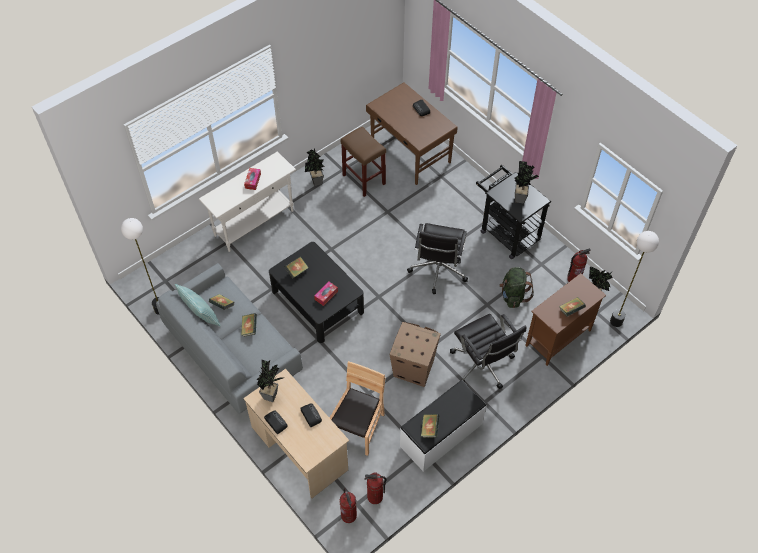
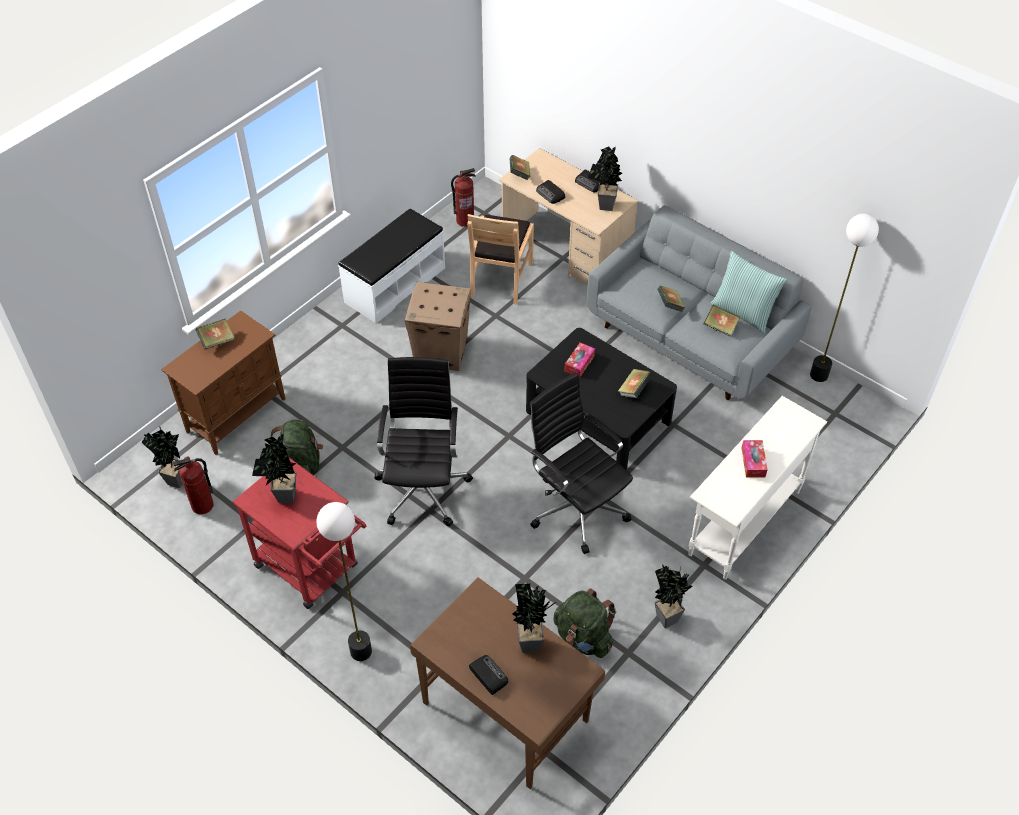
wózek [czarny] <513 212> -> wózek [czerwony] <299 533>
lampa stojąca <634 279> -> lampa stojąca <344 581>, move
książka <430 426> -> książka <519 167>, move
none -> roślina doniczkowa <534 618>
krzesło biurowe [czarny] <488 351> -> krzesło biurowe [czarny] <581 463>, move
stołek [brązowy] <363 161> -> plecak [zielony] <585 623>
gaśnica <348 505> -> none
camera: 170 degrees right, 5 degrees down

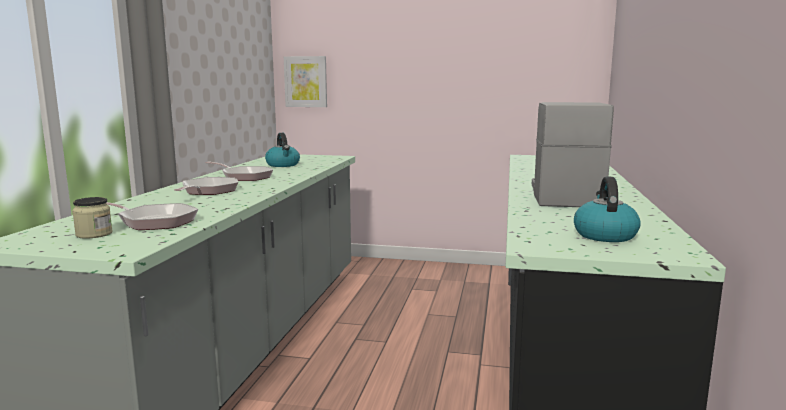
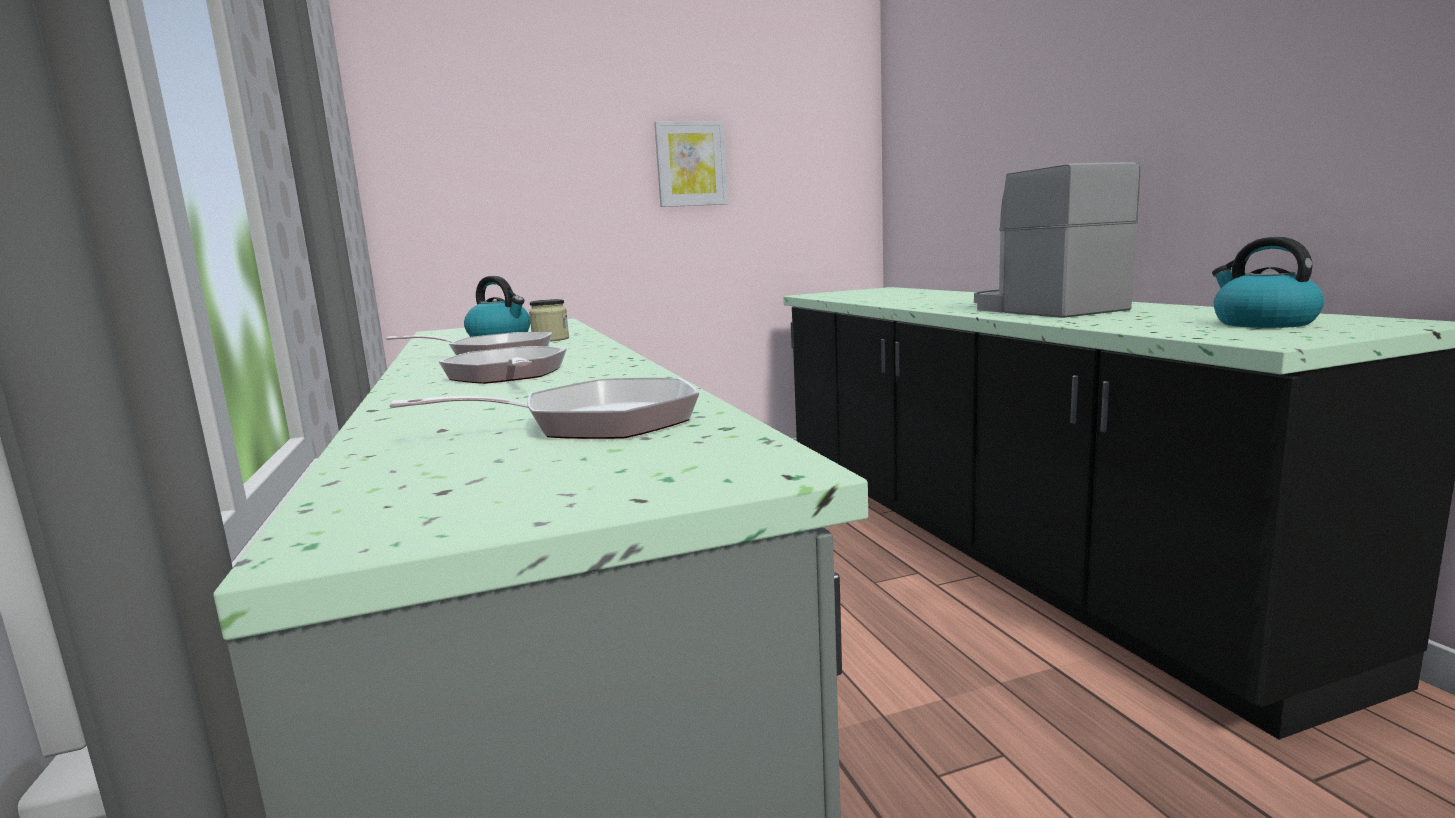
słoik <92 218> -> słoik <549 320>, move
obraz <305 81> -> obraz <691 164>, move
camera: 30 degrees left, 0 degrees up

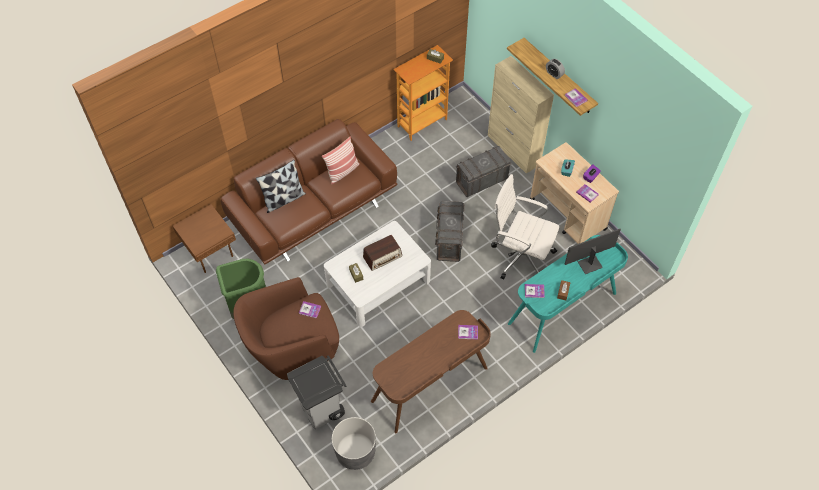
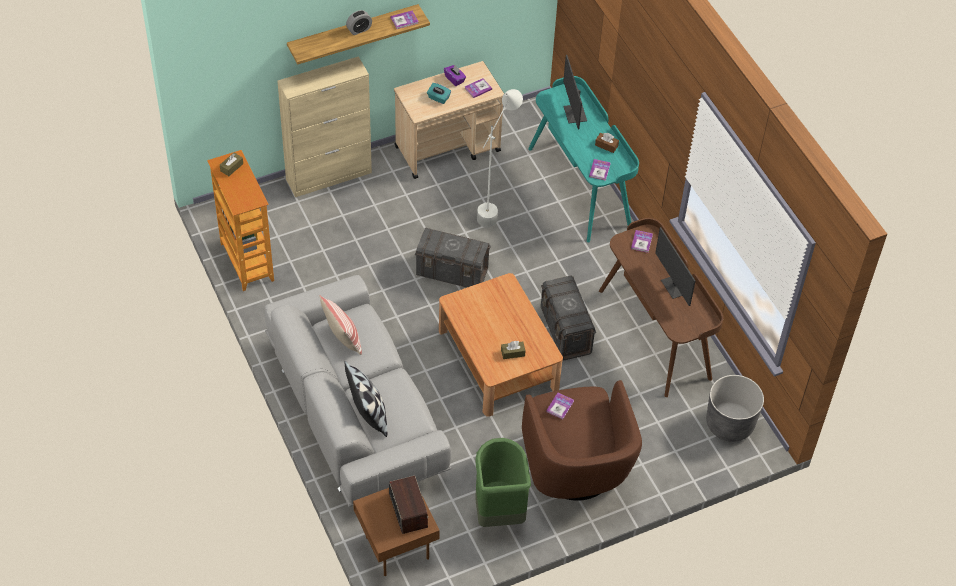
kanapa [brązowy] <309 191> -> kanapa [szary] <357 391>
radio <382 253> -> radio <408 504>, move
ława [biały] <377 274> -> ława [brązowy] <501 345>
krzesło biurowe [biały] <525 226> -> lampa stojąca [biały] <500 158>
pojemnik do przechowywania [szary] <483 171> -> pojemnik do przechowywania [szary] <568 318>, move
none -> monitor <675 266>
kosz na śmieci [szary] <317 392> -> none
camera: 80 degrees left, 5 degrees down

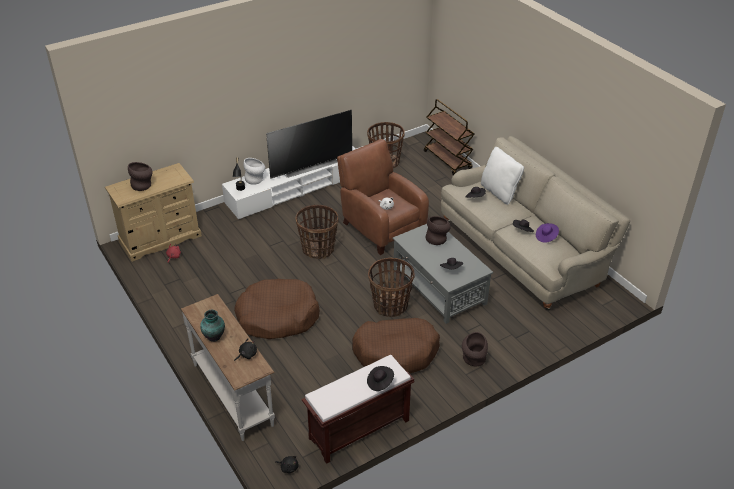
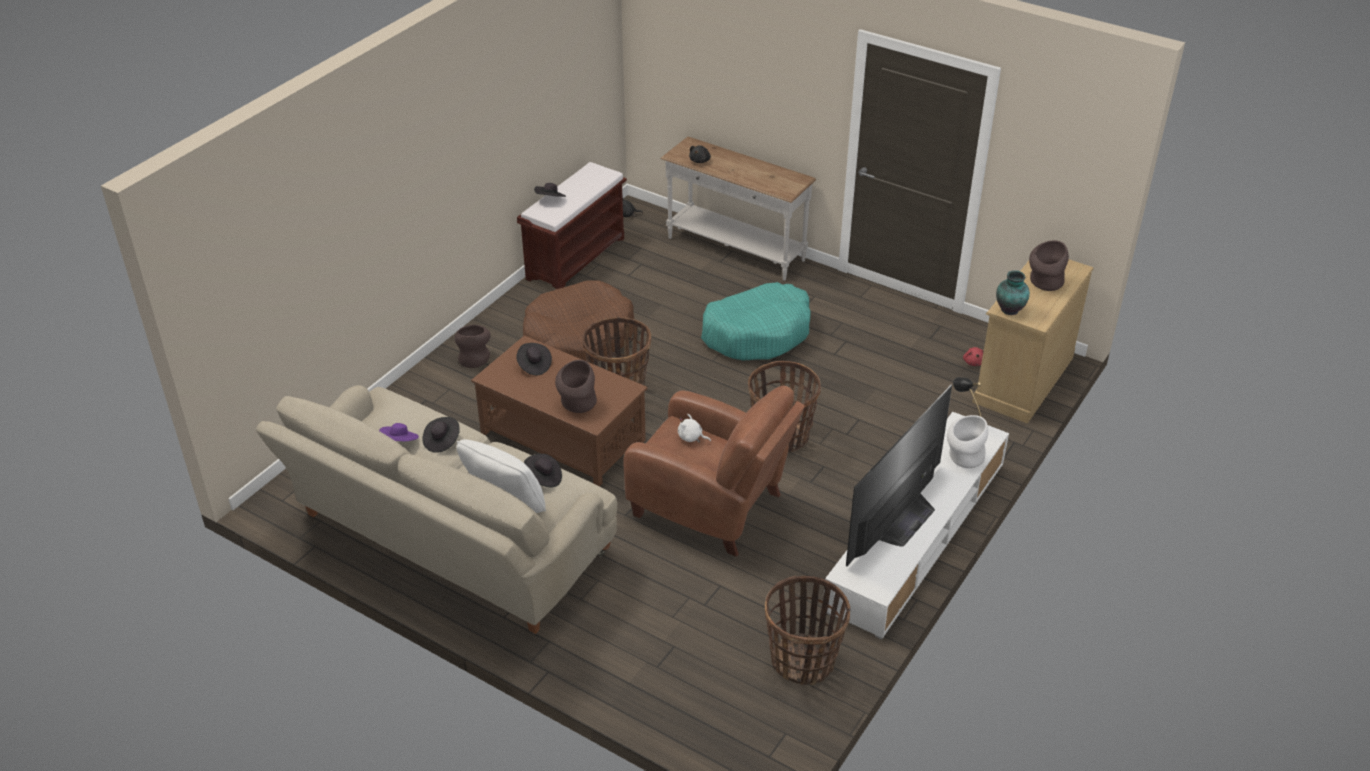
ława [szary] <442 274> -> ława [brązowy] <559 410>
legowisko [brązowy] <277 309> -> legowisko [turkusowy] <755 321>
wazon <212 326> -> wazon <1013 292>, move
wózek [brązowy] <449 137> -> none
camera: 155 degrees right, 0 degrees up

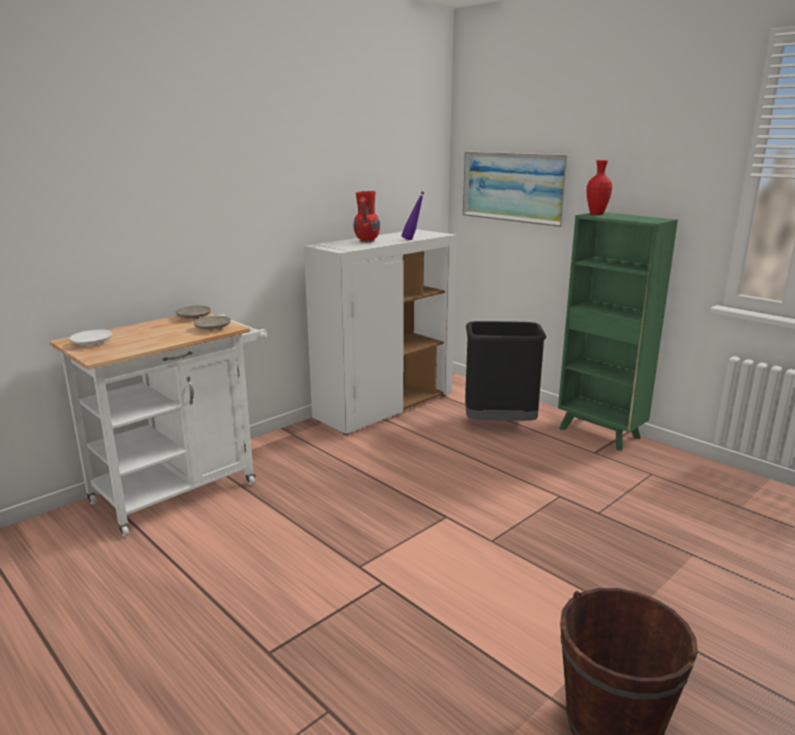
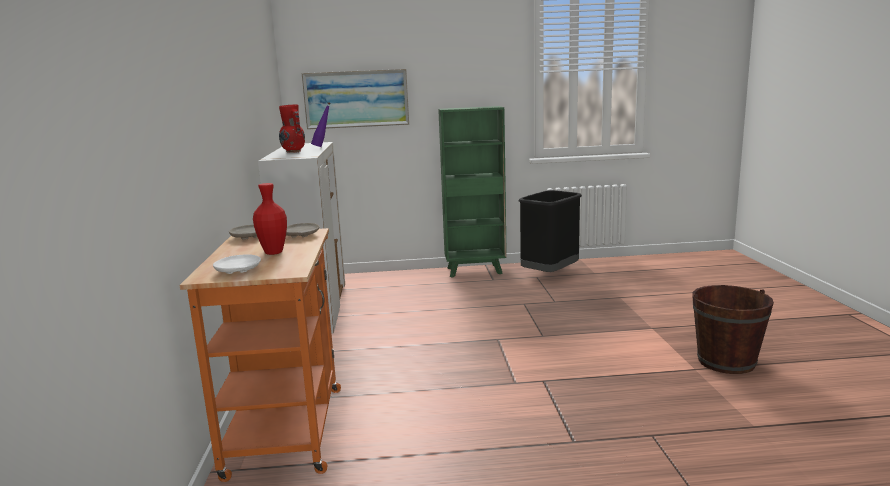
wózek [biały] <158 425> -> wózek [pomarańczowy] <260 355>
wazon [czerwony] <599 187> -> wazon [czerwony] <270 219>, move
kosz na śmieci [czarny] <505 371> -> kosz na śmieci [czarny] <550 231>, move
camera: 50 degrees left, 5 degrees down

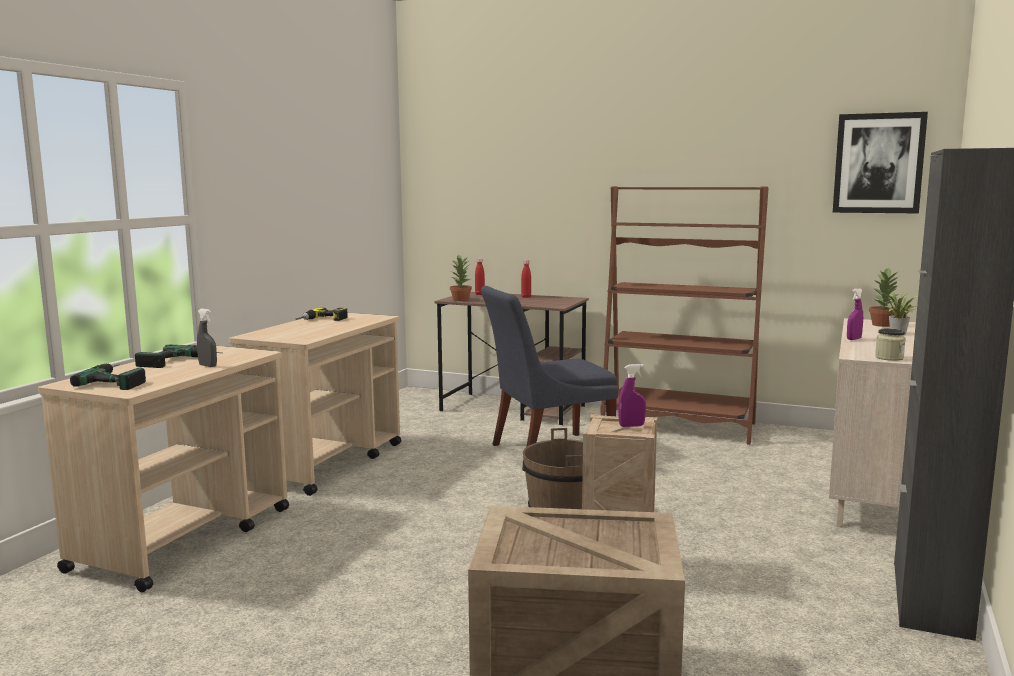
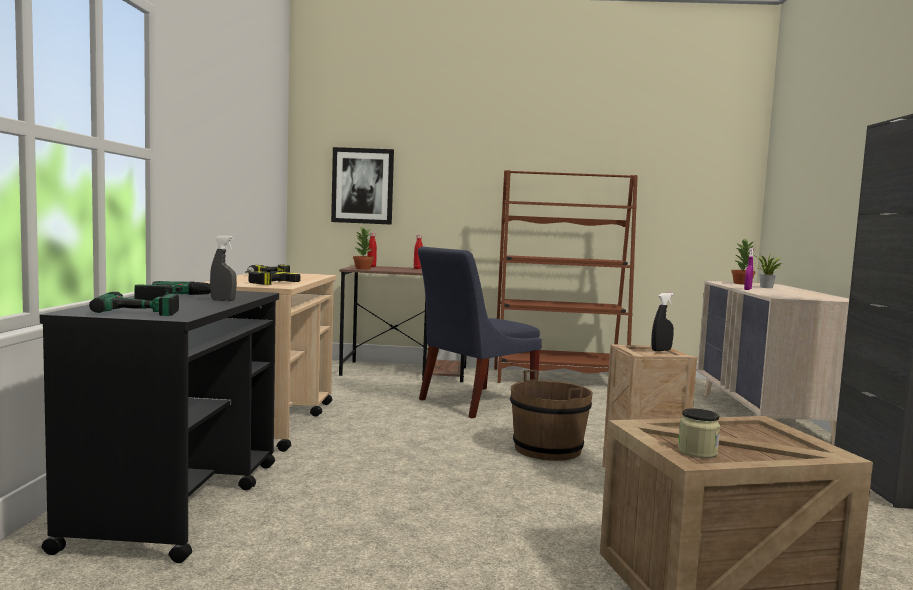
wózek [beżowy] <163 469> -> wózek [czarny] <159 427>
none -> wiertarka <274 278>
obraz <880 163> -> obraz <362 186>, move
spryskiwacz [fioletowy] <632 395> -> spryskiwacz [czarny] <663 322>
słoik <890 345> -> słoik <699 433>, move
camera: 20 degrees left, 5 degrees down

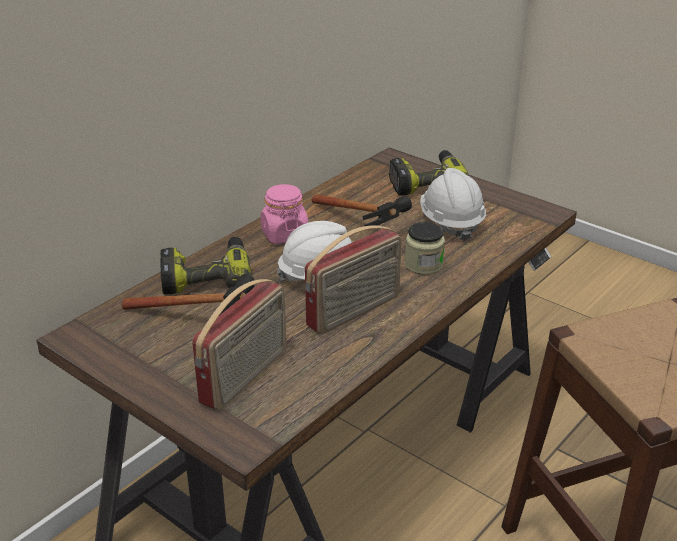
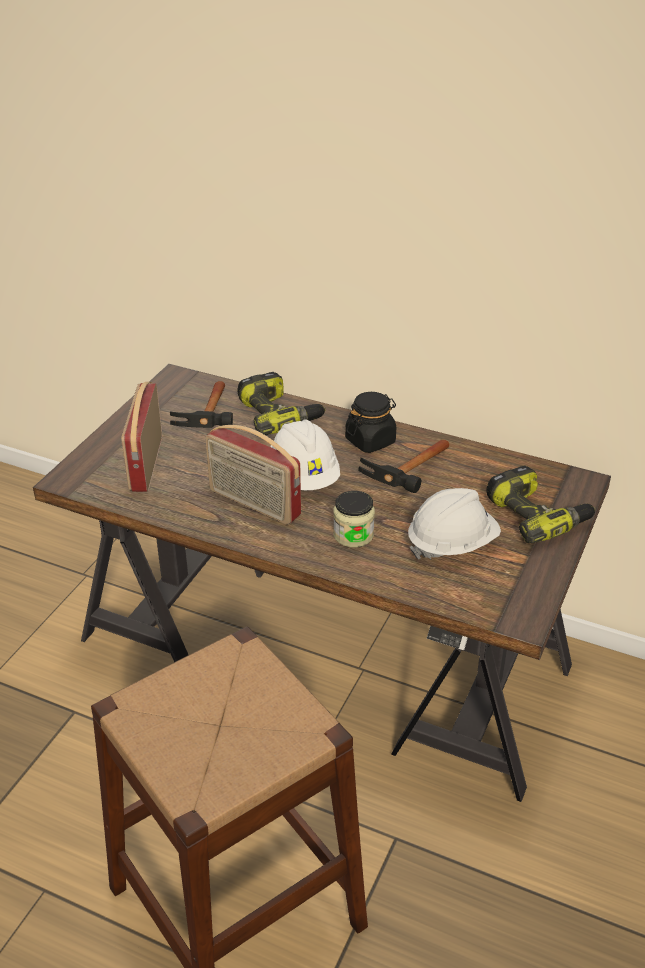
radio <239 344> -> radio <141 437>, 75 degrees clockwise
słoik [różowy] <284 214> -> słoik [czarny] <370 422>
camera: 75 degrees right, 5 degrees up

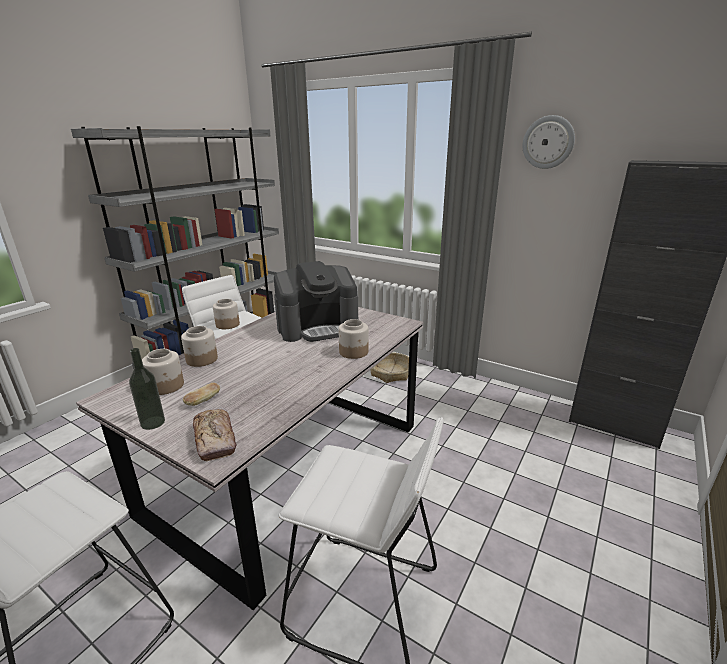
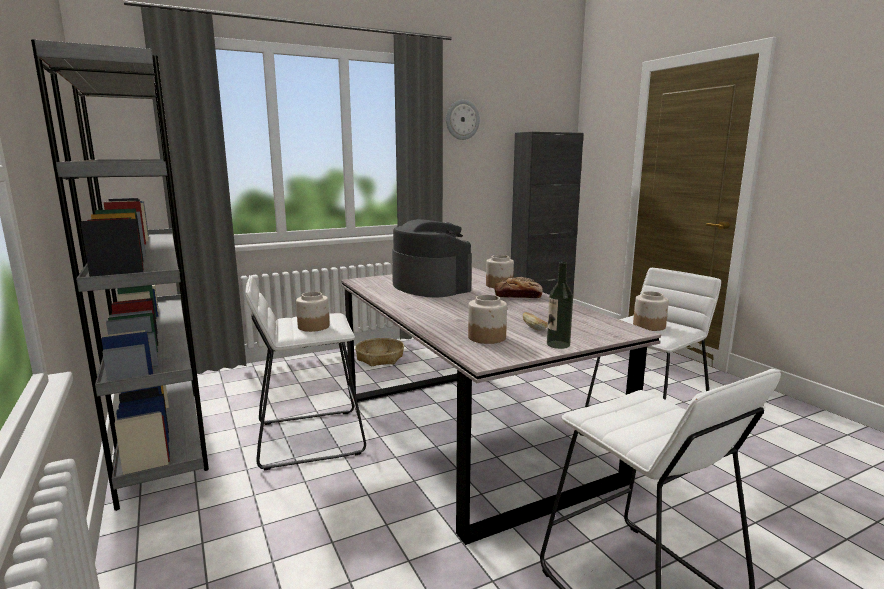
ekspres do kawy <316 301> -> ekspres do kawy <432 258>, 45 degrees counterclockwise
chleb <214 435> -> chleb <518 287>, move
słoik <199 346> -> słoik <651 311>, move
camera: 60 degrees left, 10 degrees down

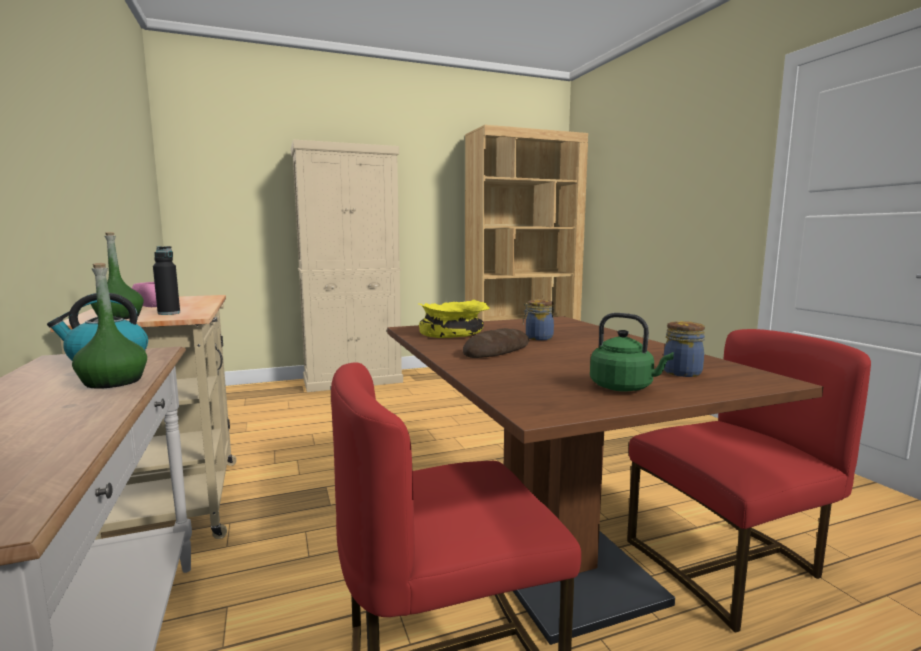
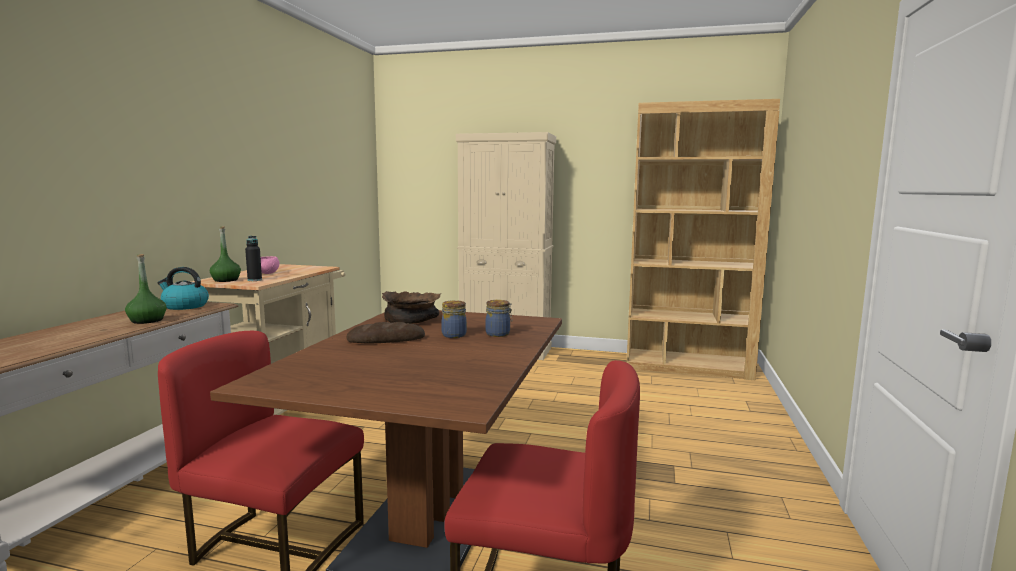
miska [żółty] <454 318> -> miska [brązowy] <411 307>
słoik <684 349> -> słoik <498 318>, move
czajnik [zielony] <632 352> -> none
camera: 35 degrees right, 0 degrees up

